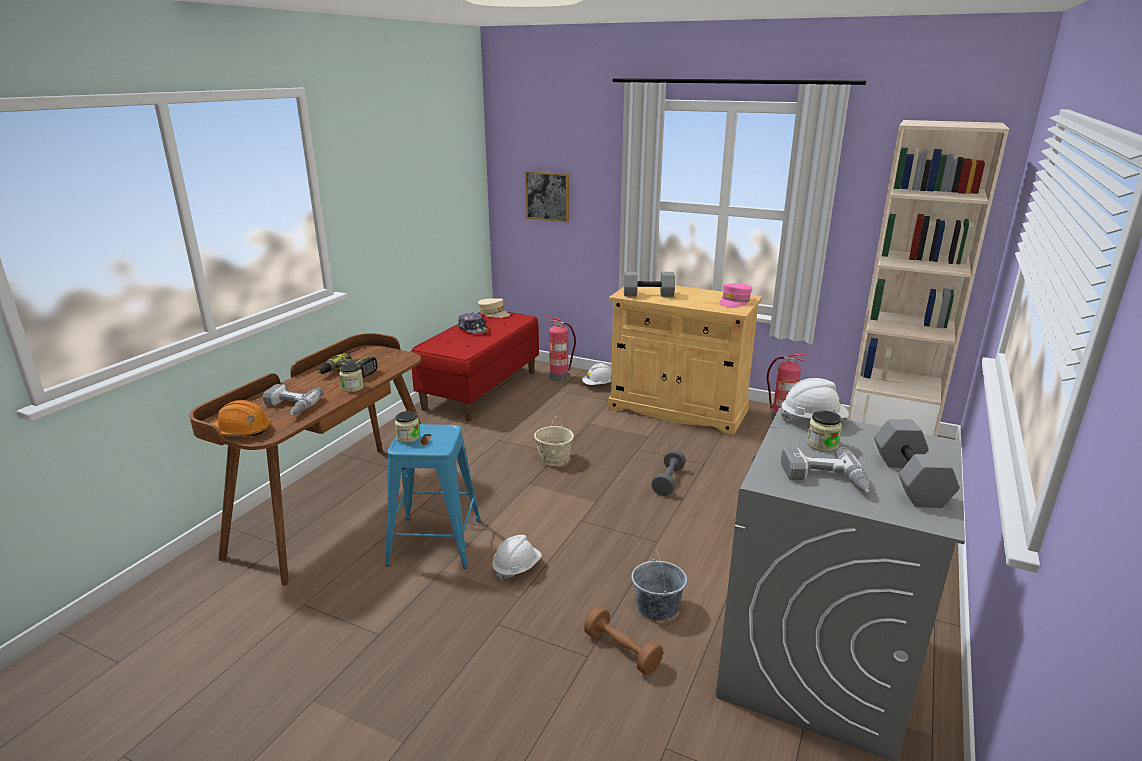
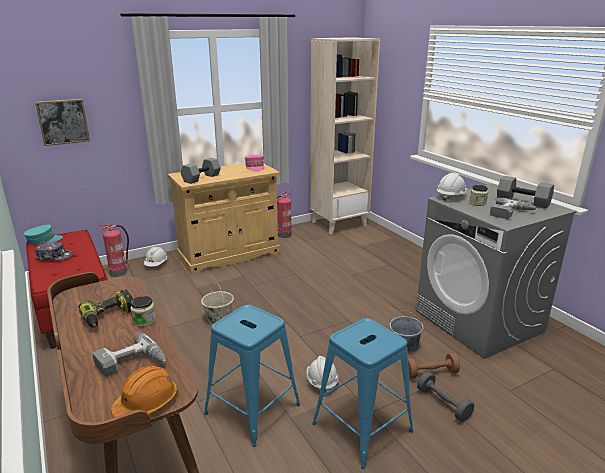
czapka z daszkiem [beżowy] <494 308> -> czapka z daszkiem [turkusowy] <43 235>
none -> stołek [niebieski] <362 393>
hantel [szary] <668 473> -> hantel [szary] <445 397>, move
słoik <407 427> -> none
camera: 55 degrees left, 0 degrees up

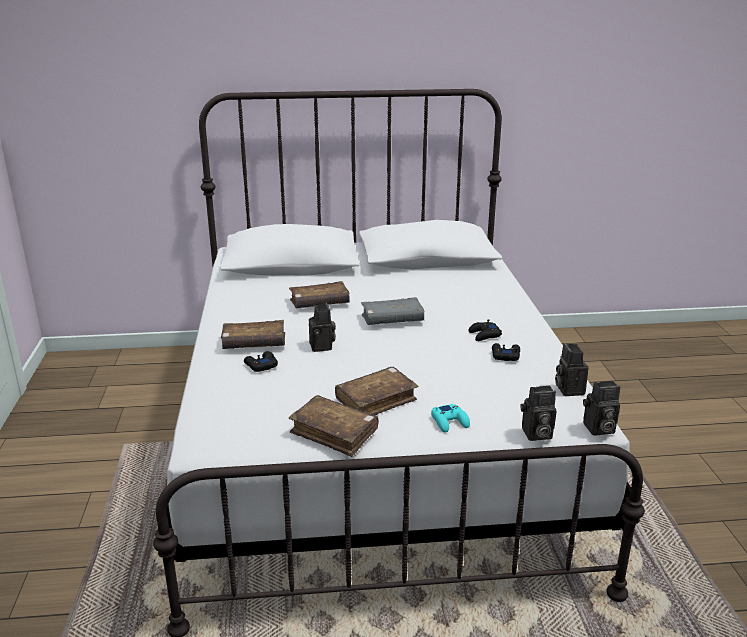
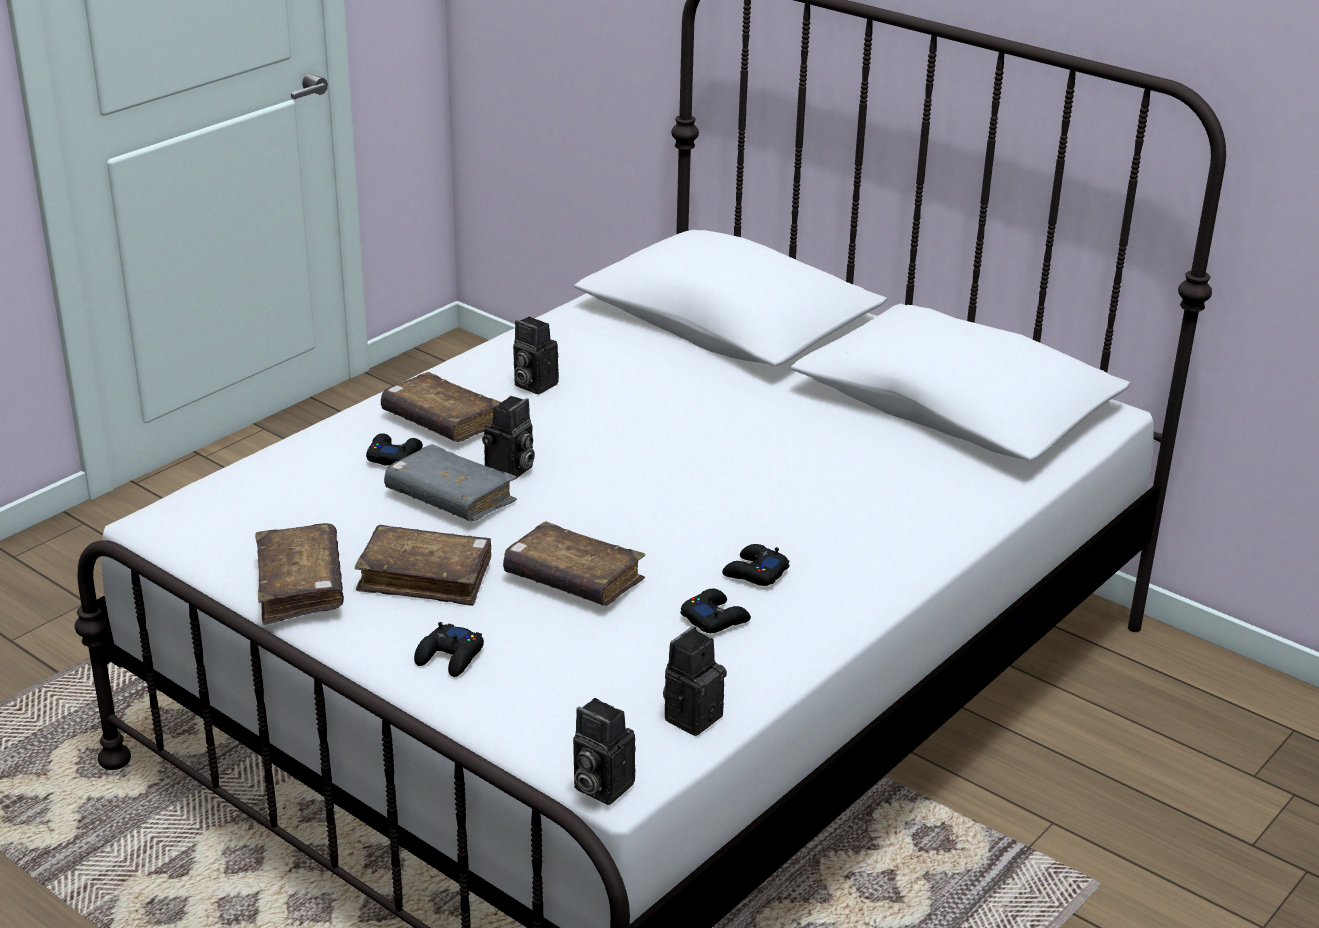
książka [szary] <392 311> -> książka [szary] <450 483>, move
pad do gier [turkusowy] <450 418> -> pad do gier [czarny] <449 649>
książka [brązowy] <319 294> -> książka [brązowy] <574 563>, move
aparat fotograficzny <538 413> -> aparat fotograficzny <536 355>, move
camera: 45 degrees right, 5 degrees up

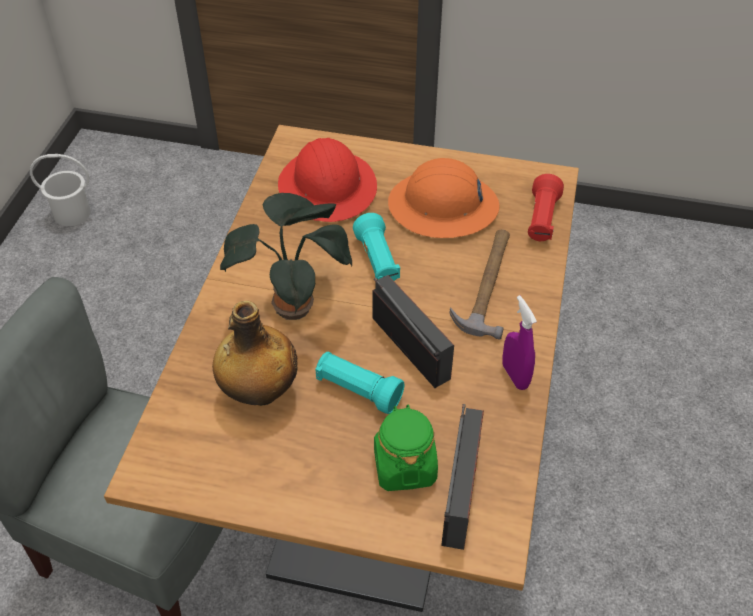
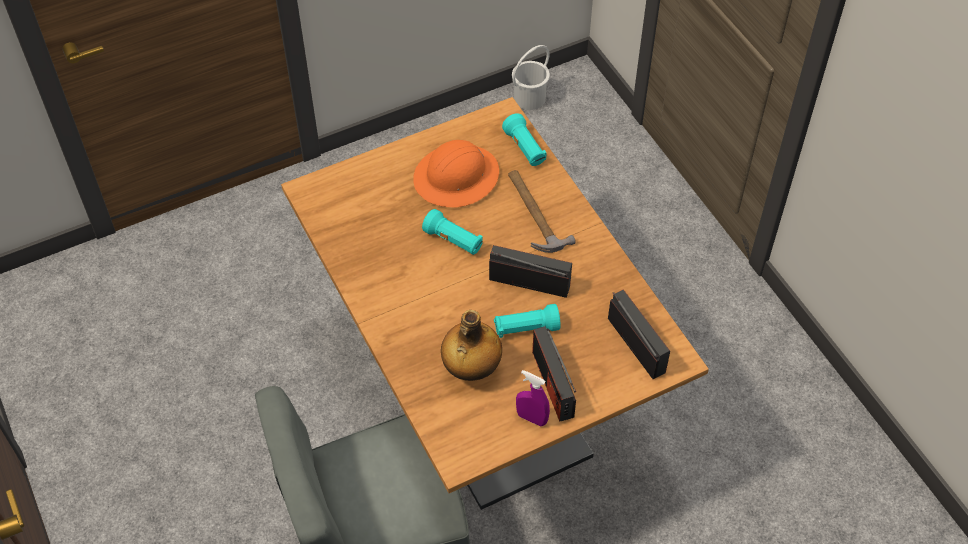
latarka [czerwony] <546 207> -> latarka [turkusowy] <524 139>
wiadro [biały] <60 190> -> wiadro [biały] <531 77>, move
spryskiwacz [fioletowy] <519 342> -> spryskiwacz [fioletowy] <533 398>, move
none -> radio <554 374>
roślina doniczkowa <286 256> -> none
kask [czerwony] <327 180> -> none
słoik [zielony] <406 447> -> none
camera: 40 degrees left, 5 degrees up

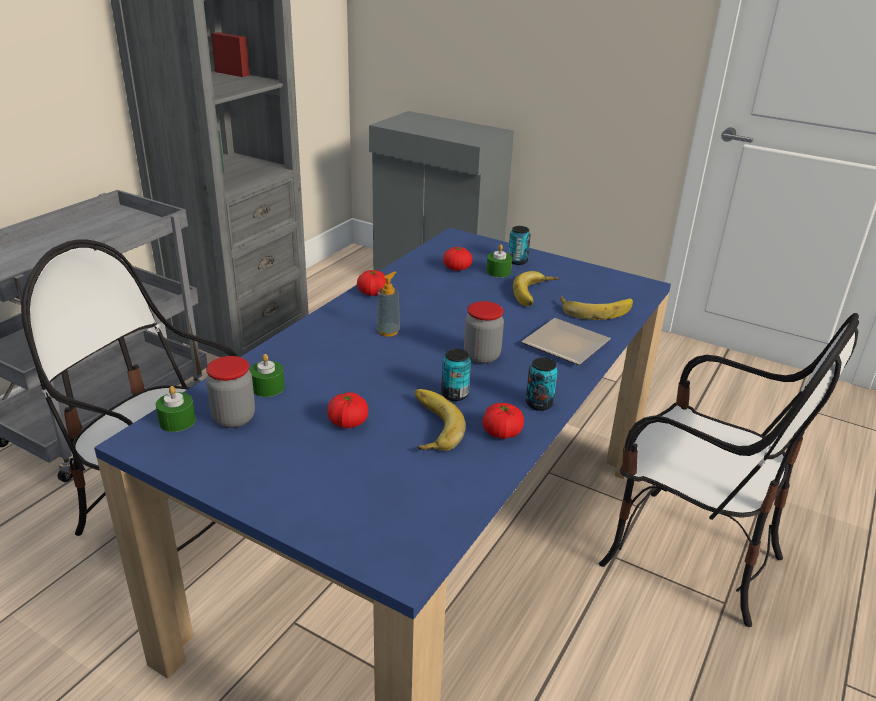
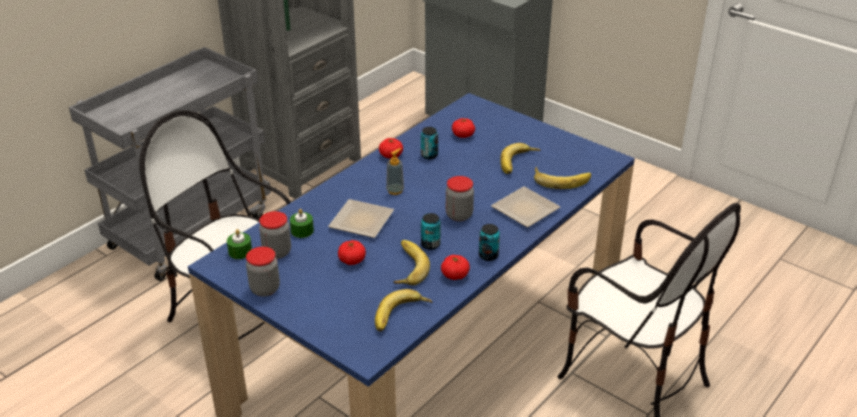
none -> słoik <263 272>
none -> talerz <361 218>
none -> banan <404 310>
puszka <519 245> -> puszka <429 143>, move
świeca [zielony] <499 260> -> none
camera: 10 degrees right, 5 degrees up

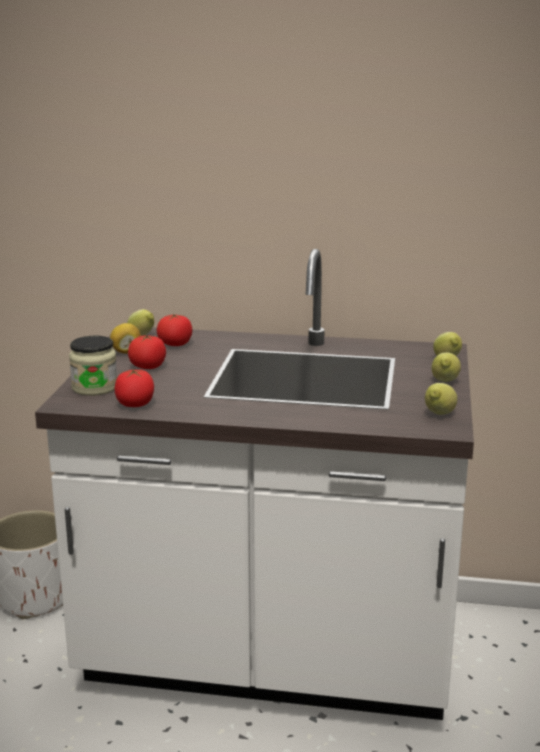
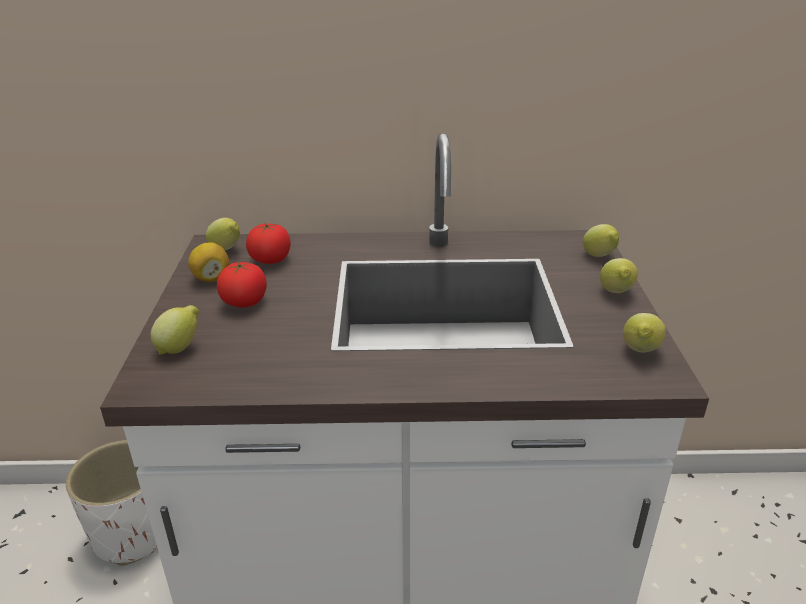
słoik <93 366> -> cytryna <174 330>
pomidor <134 388> -> none
camera: 10 degrees left, 10 degrees up

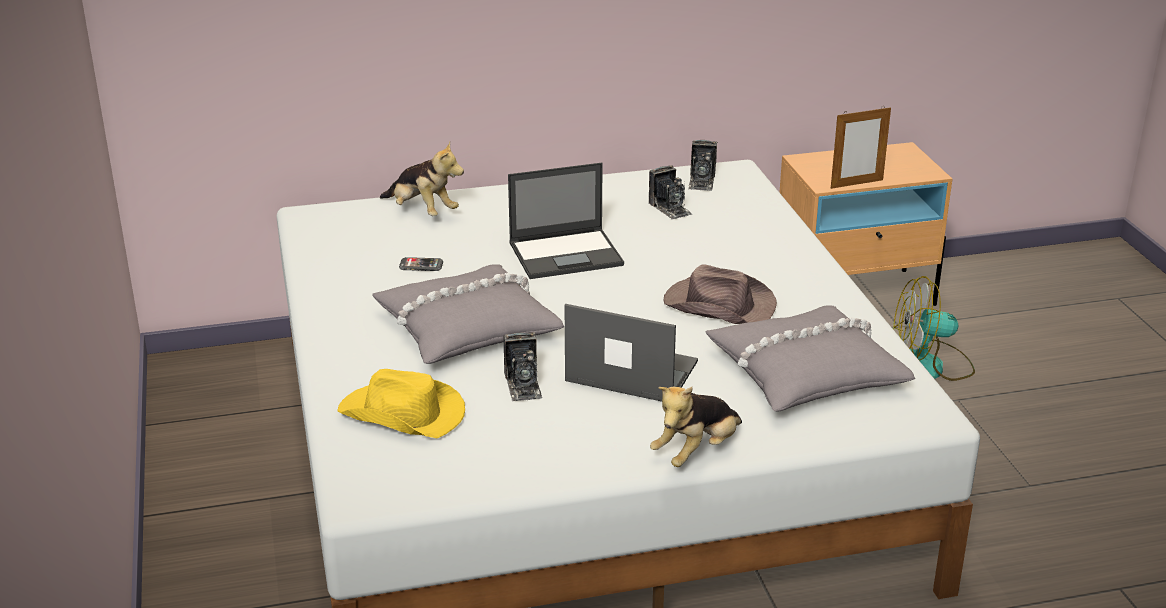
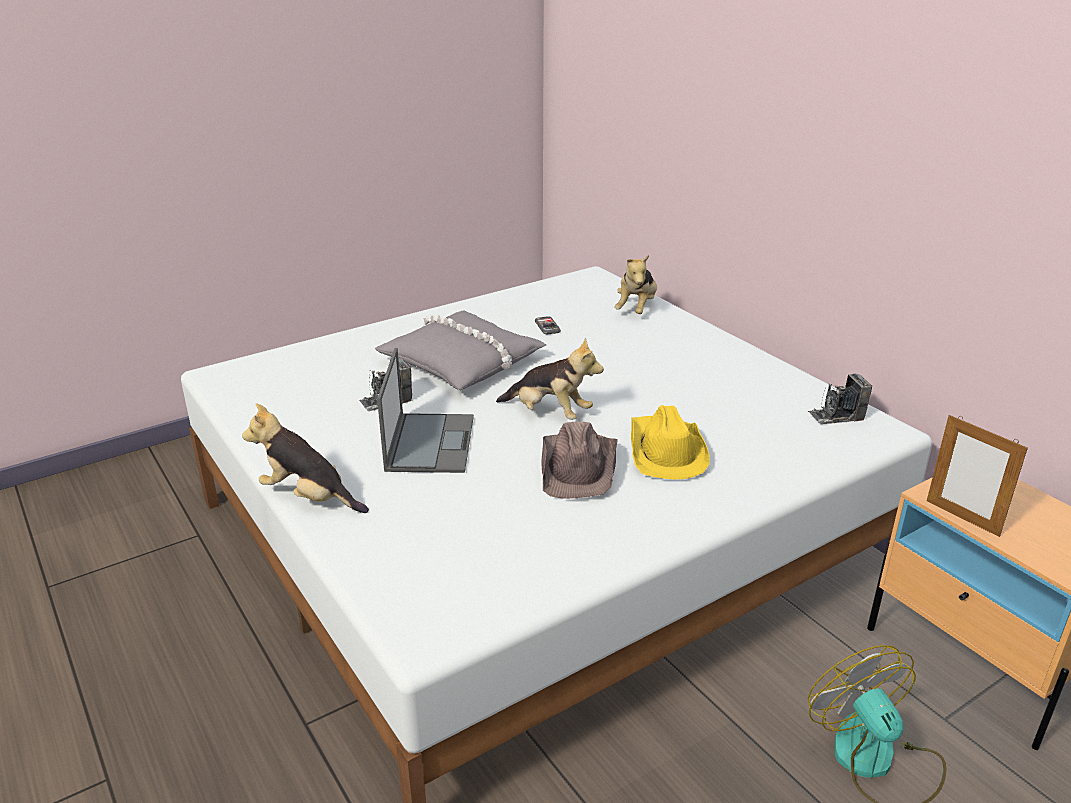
none -> pluszak <550 378>
kapelusz [żółty] <401 403> -> kapelusz [żółty] <670 442>, move
laptop <566 221> -> none
aparat fotograficzny <670 192> -> none
poduszka [szary] <810 359> -> none
camera: 70 degrees right, 0 degrees up

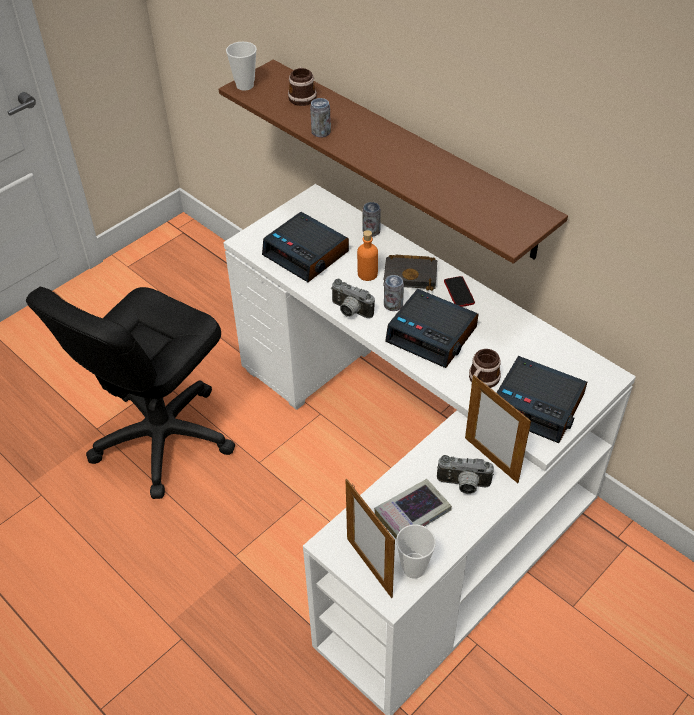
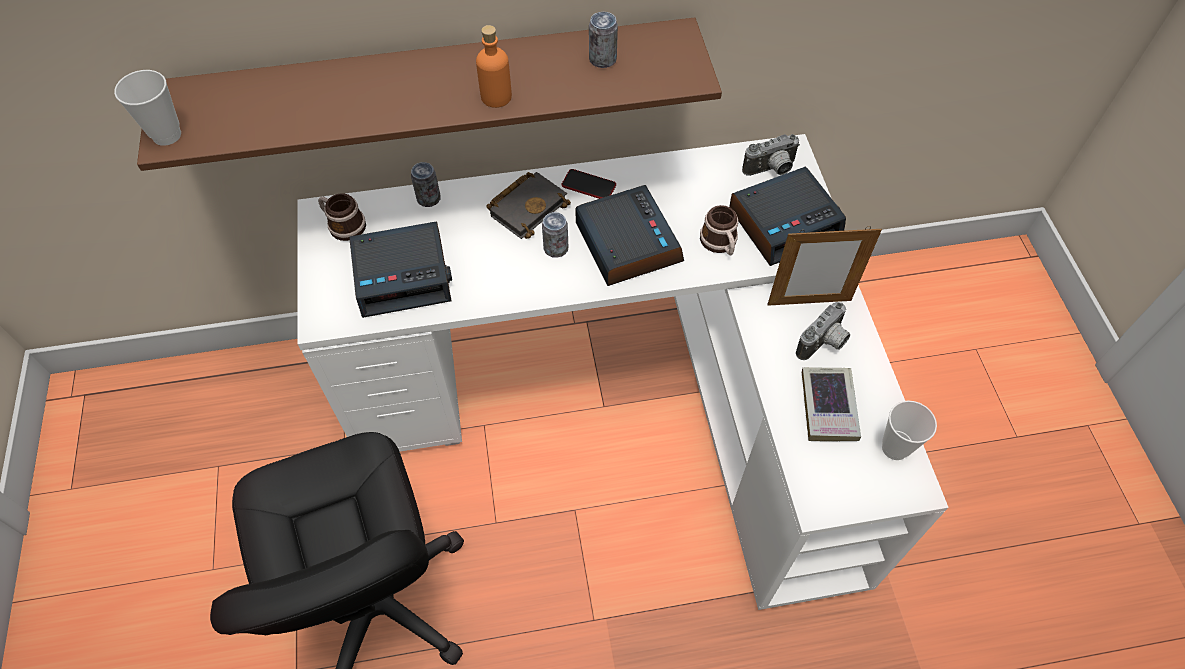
kubek <302 86> -> kubek <342 217>, move
butelka [pomarańczowy] <367 255> -> butelka [pomarańczowy] <494 66>, move
budzik <432 328> -> budzik <629 235>, 90 degrees counterclockwise
puszka <320 117> -> puszka <603 40>, move
aparat fotograficzny <353 298> -> aparat fotograficzny <771 155>, move
ramka na zdjęcie <370 538> -> none
camera: 55 degrees left, 10 degrees up

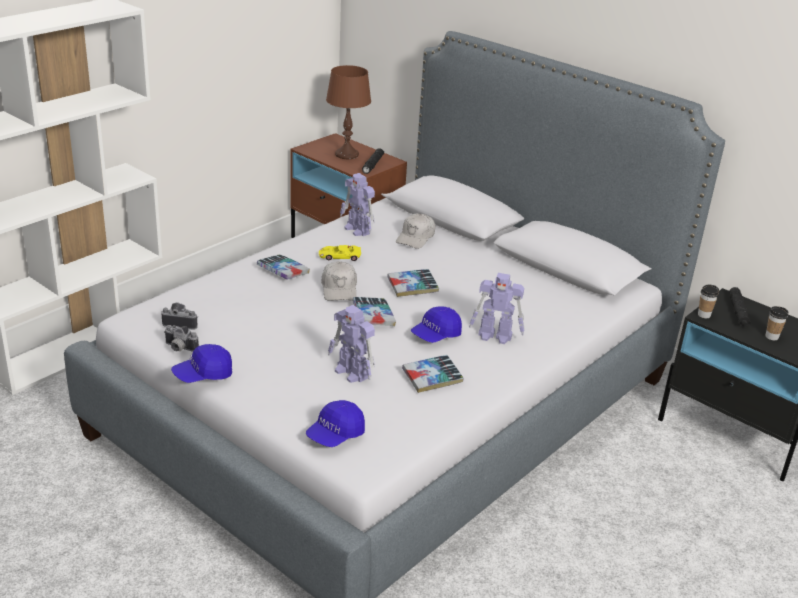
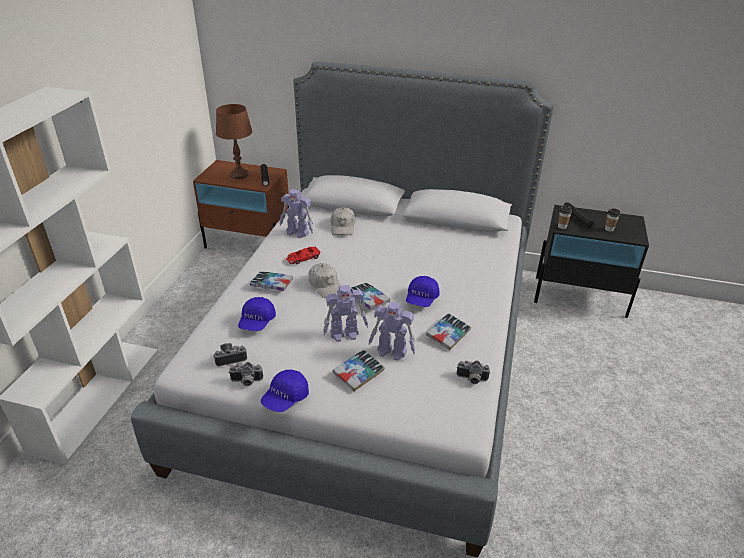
czapka z daszkiem [niebieski] <335 423> -> czapka z daszkiem [niebieski] <257 314>, move
samochodzik [żółty] <340 253> -> samochodzik [czerwony] <303 255>
robot zabawkowy <497 308> -> robot zabawkowy <345 313>, move
książka <413 283> -> książka <359 370>, move
none -> aparat fotograficzny <473 372>
camera: 25 degrees left, 5 degrees up

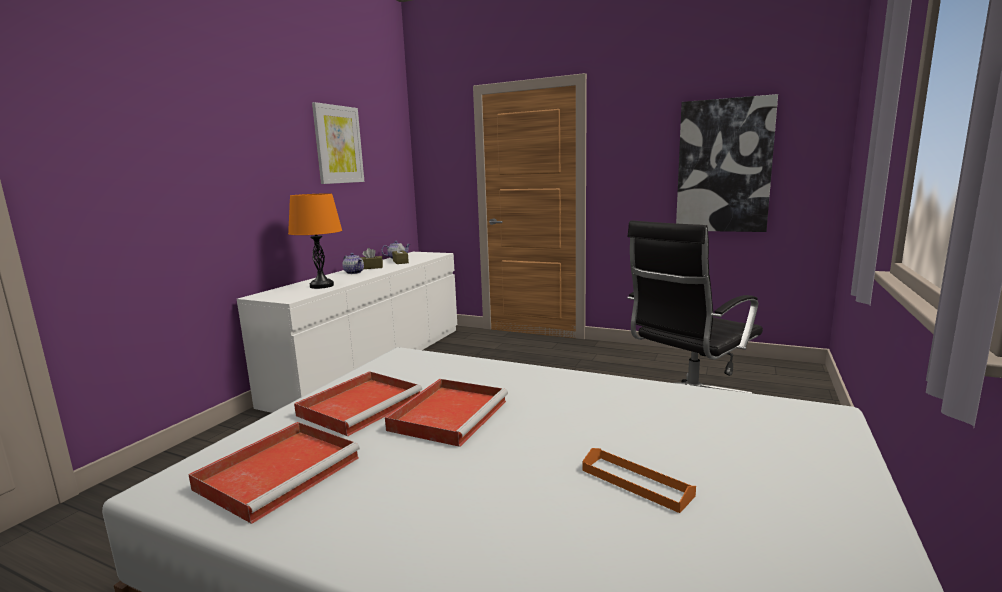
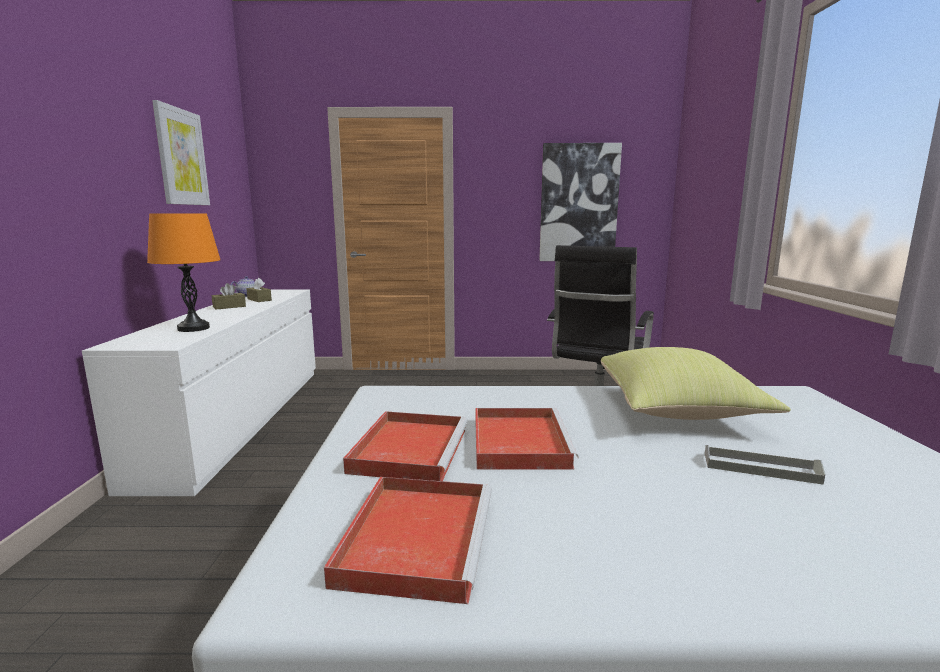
none -> poduszka [żółty] <696 383>
taca [pomarańczowy] <639 480> -> taca [szary] <765 465>
imbryk <353 263> -> none
camera: 25 degrees left, 0 degrees up

